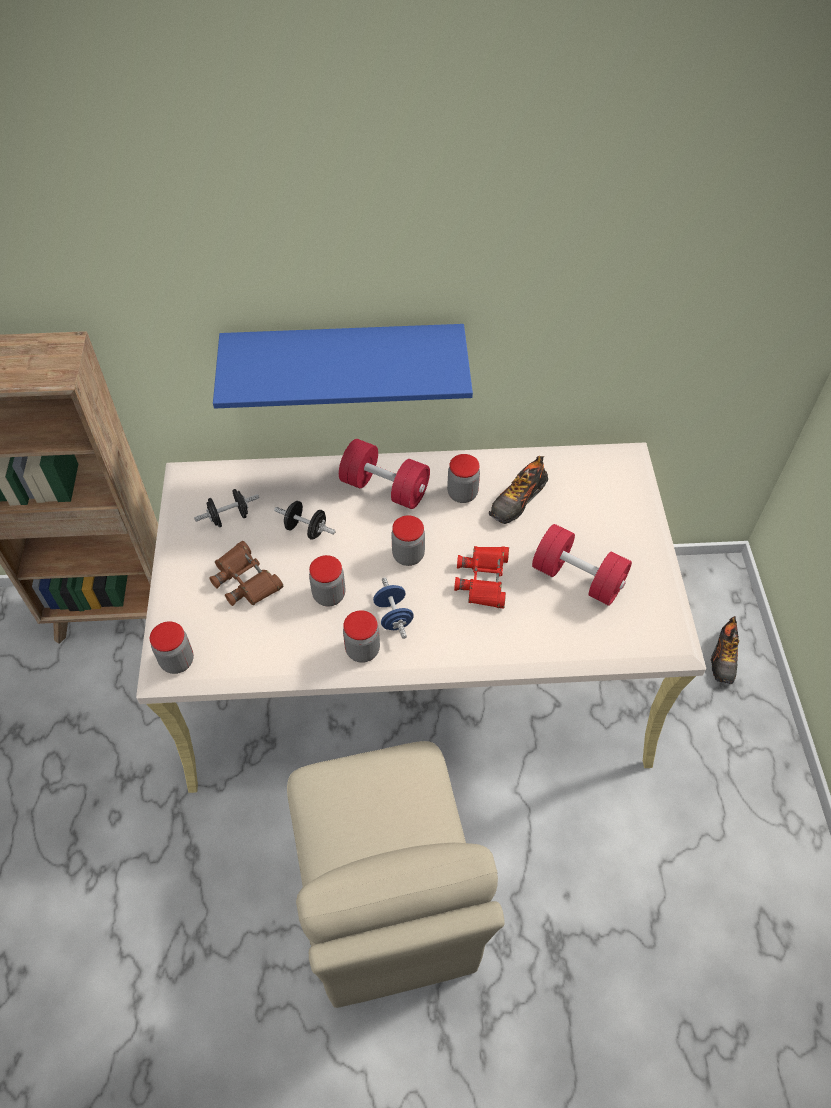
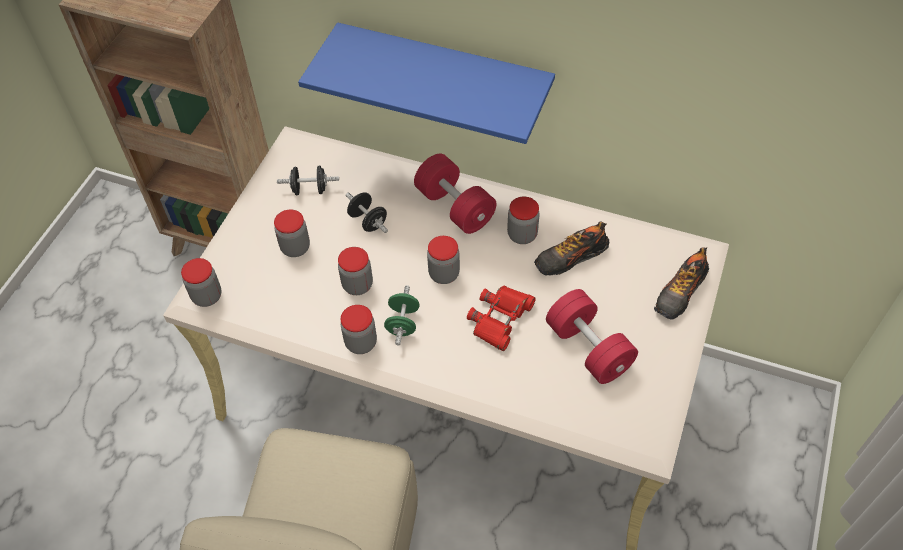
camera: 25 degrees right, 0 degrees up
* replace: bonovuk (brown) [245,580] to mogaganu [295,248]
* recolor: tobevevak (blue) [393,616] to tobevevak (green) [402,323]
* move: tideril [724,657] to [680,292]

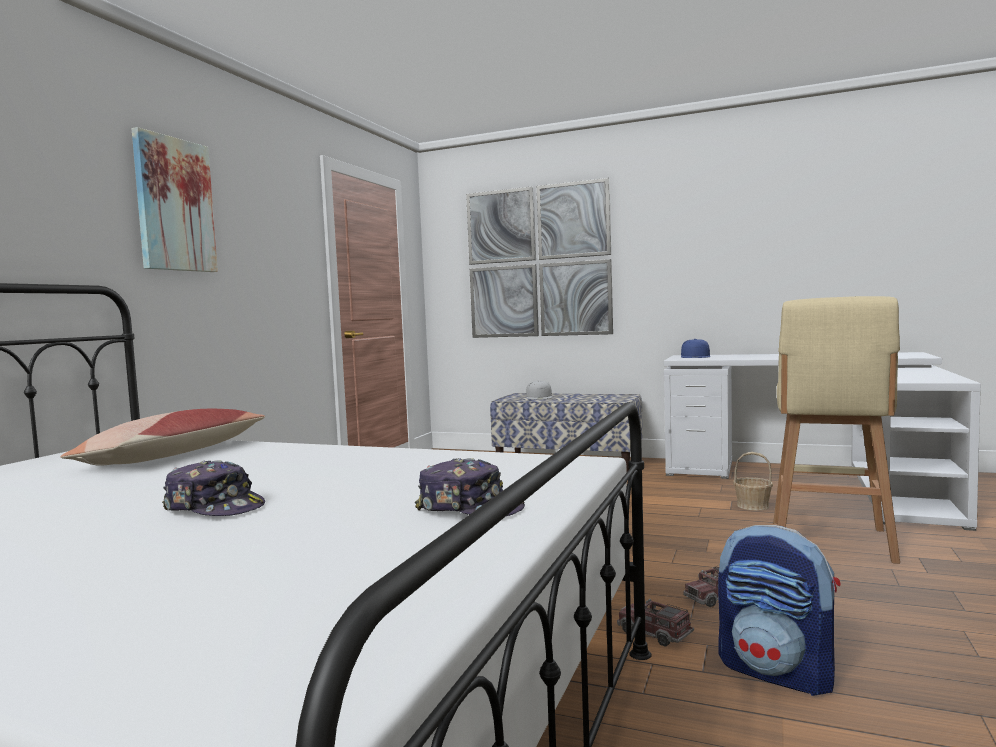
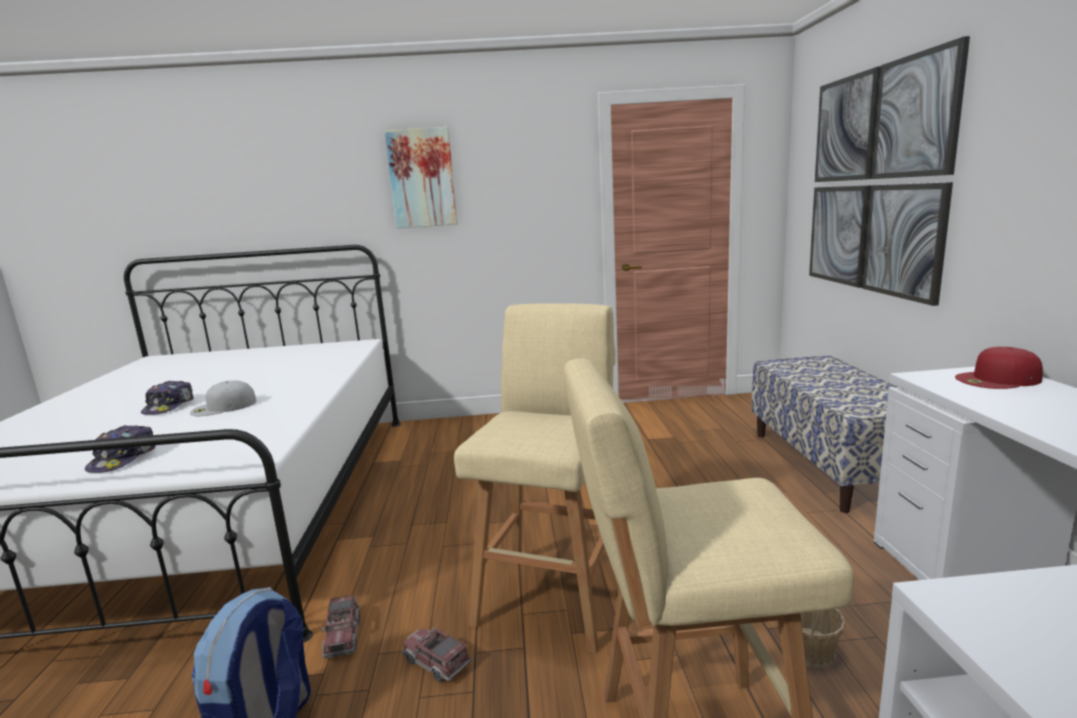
camera: 65 degrees right, 10 degrees up
* recolor: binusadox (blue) [695,356] to binusadox (red) [998,379]
* move: binusadox (white) [539,397] to [223,407]
* delete: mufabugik [172,455]
* rotate: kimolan [654,633] = [343,636] 150 degrees clockwise
* insert: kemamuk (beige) [553,595]

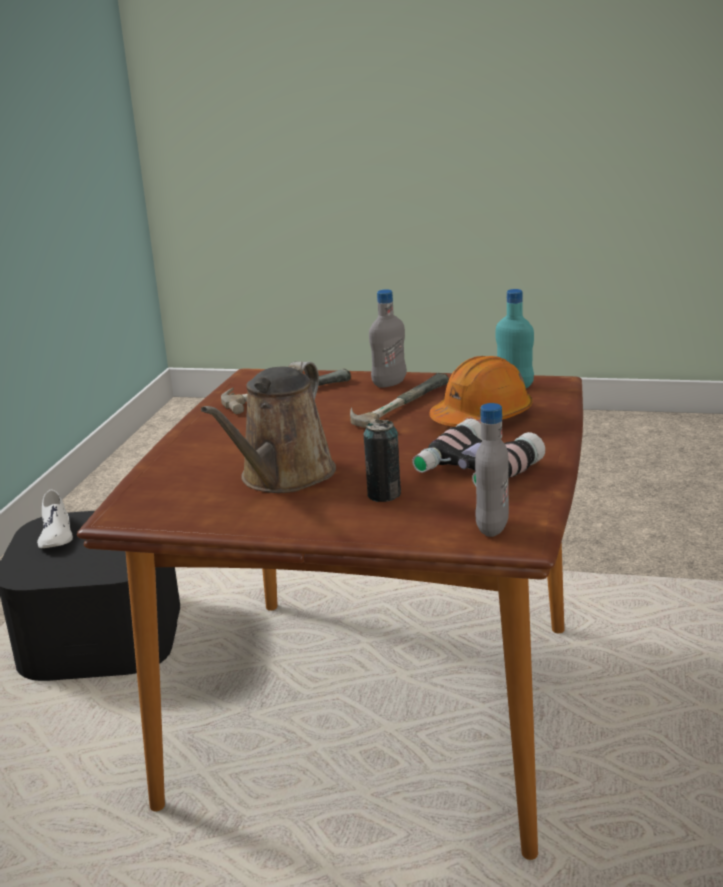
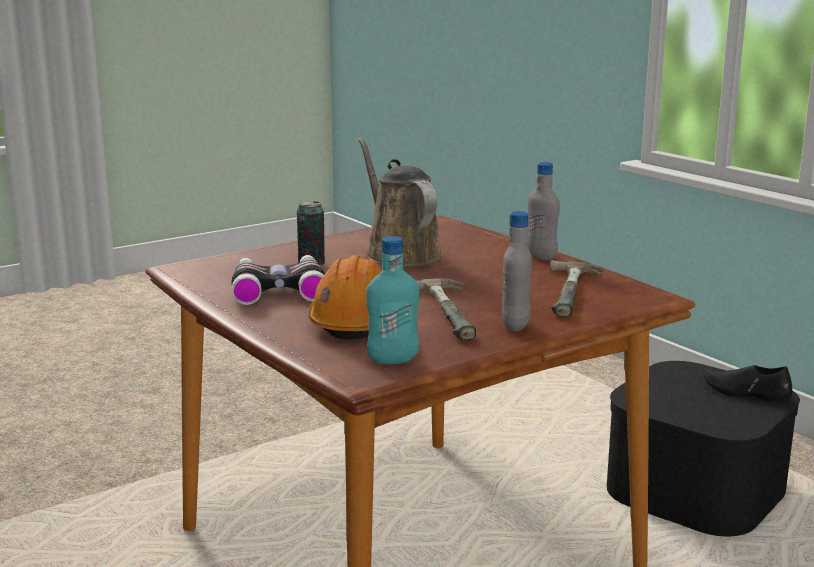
camera: 130 degrees right, 5 degrees down
* move: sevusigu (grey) [492,528] to [541,257]
* recolor: tideril (white) [56,534] to tideril (black) [746,392]

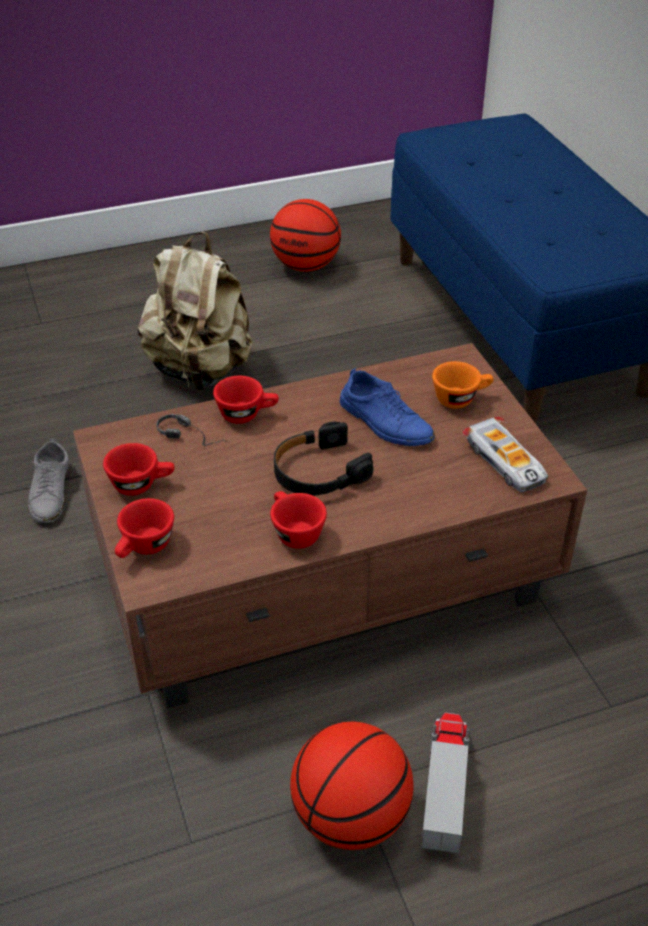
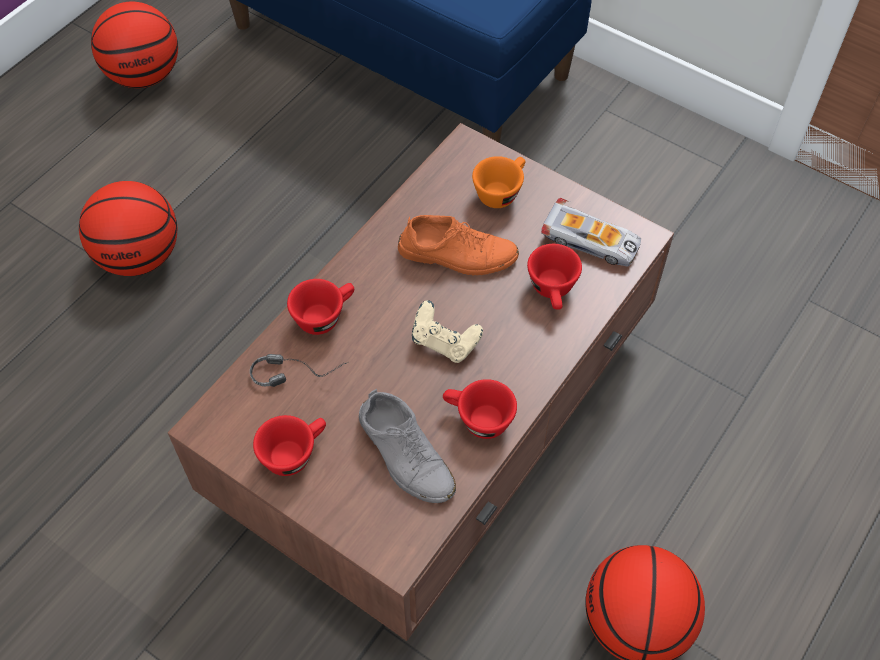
camera: 35 degrees left, 15 degrees up
* replace: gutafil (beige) [201,370] to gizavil [139,256]
* recolor: tideril (blue) [385,422] to tideril (orange) [457,254]
* replace: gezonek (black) [319,471] to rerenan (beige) [445,342]
* move: tideril (grey) [51,492] to [405,454]
* move: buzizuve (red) [144,548] to [553,291]
* delete: kimolan [445,787]

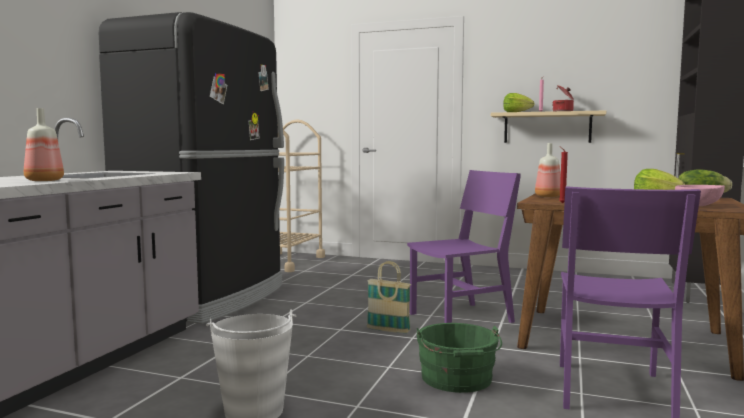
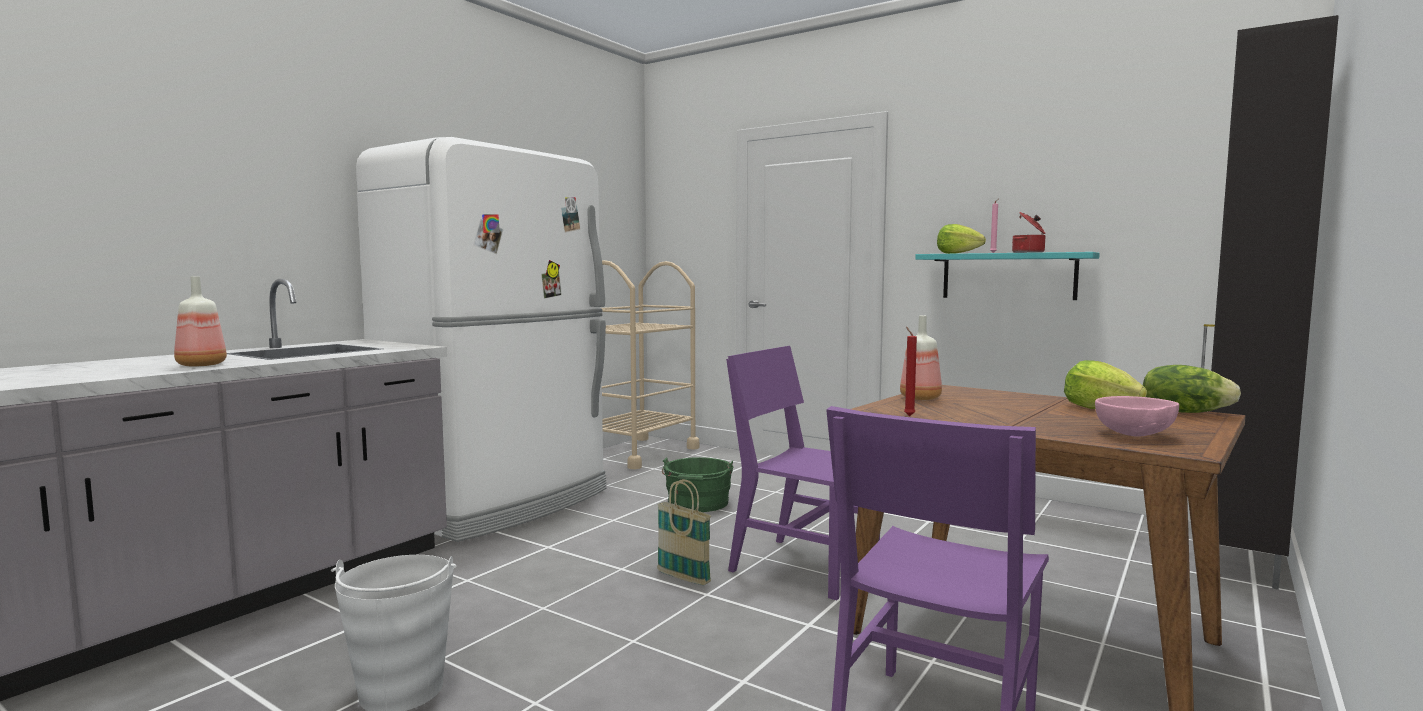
camera: 15 degrees right, 0 degrees up
* recolor: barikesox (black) [209,298] to barikesox (white) [500,503]
* recolor: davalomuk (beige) [547,127] to davalomuk (turquoise) [1008,276]
* rotate: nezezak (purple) [461,318] = [804,567] 135 degrees counterclockwise
* move: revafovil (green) [457,379] to [697,504]

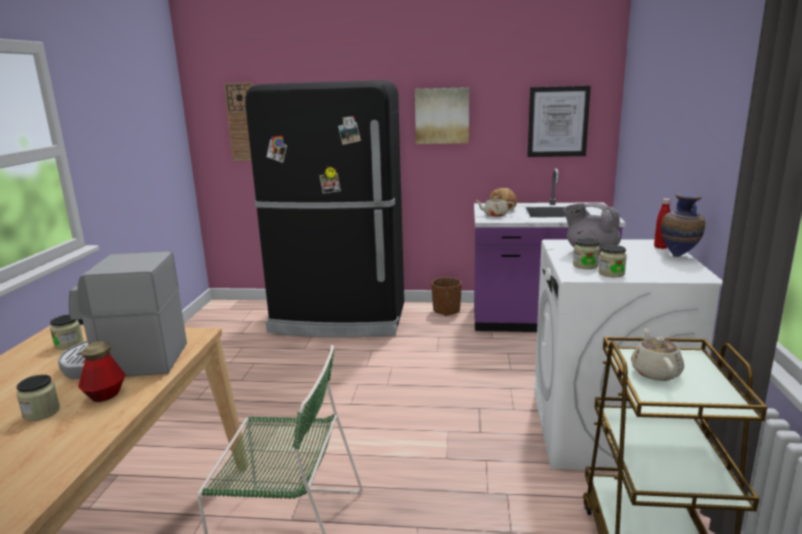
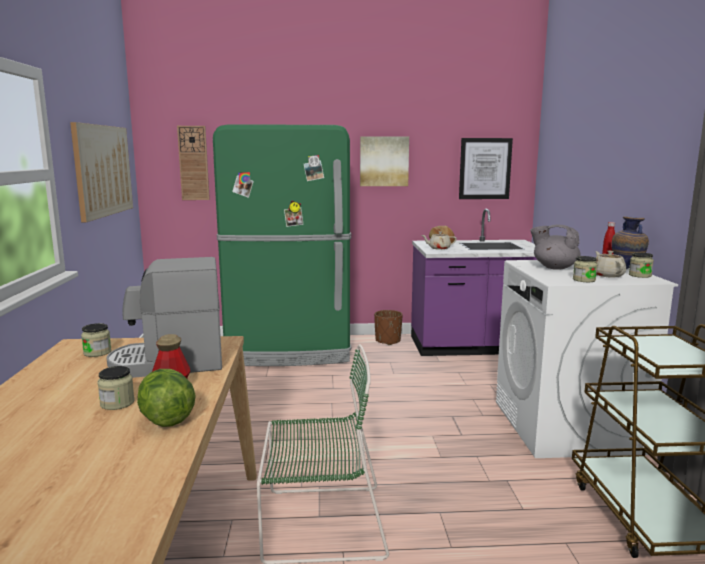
camera: 10 degrees left, 5 degrees down
* recolor: barikesox (black) [339,318] to barikesox (green) [289,350]
* move: mogaganu [585,265] to [640,275]
* move: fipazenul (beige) [655,372] to [607,275]
* insert: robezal [103,170]
* insert: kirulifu [166,419]

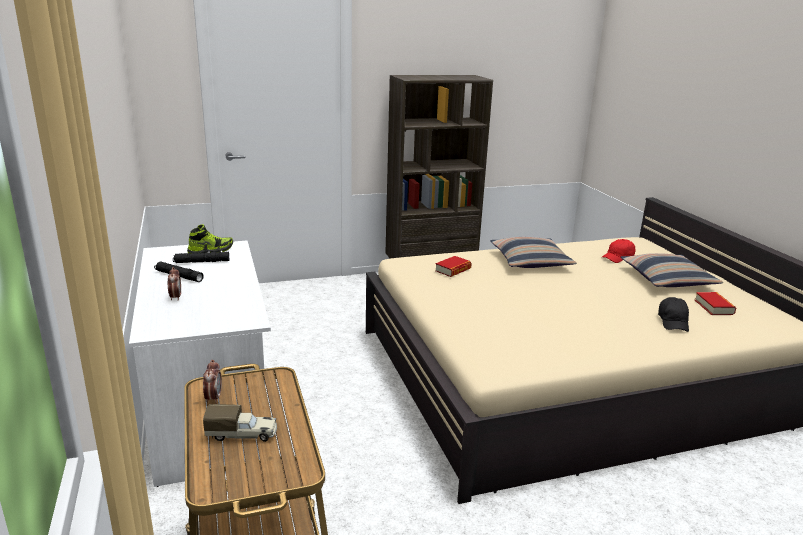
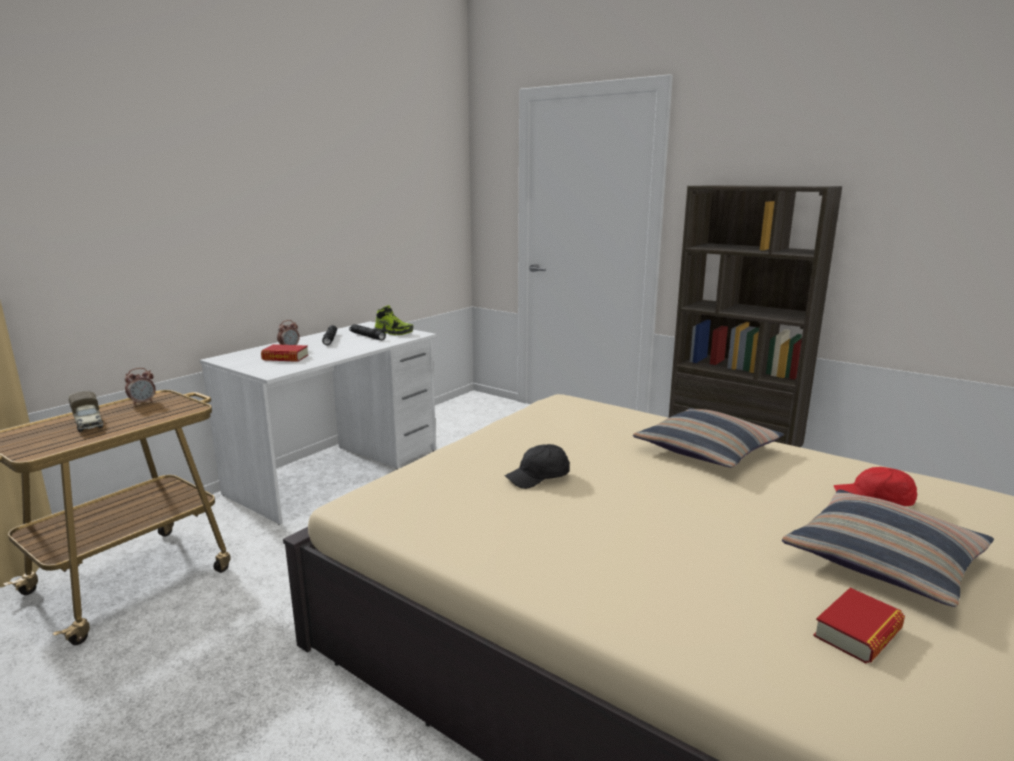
camera: 55 degrees right, 5 degrees down
* move: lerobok [453,270] to [285,357]
* move: binusadox (black) [673,322] to [539,477]

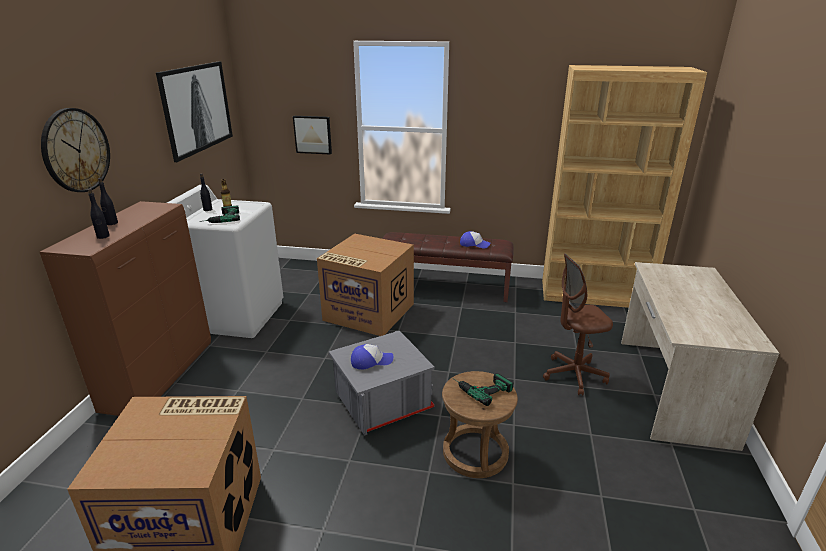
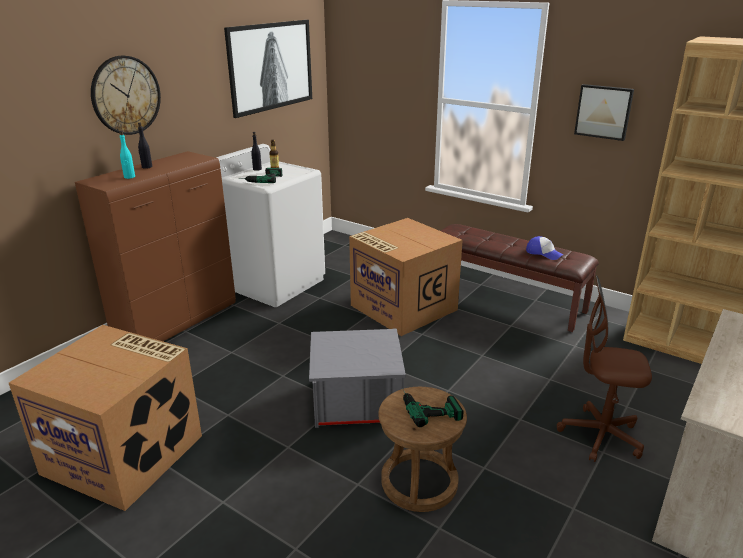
camera: 25 degrees right, 0 degrees up
* move: robezal [313,134] to [604,111]
* recolor: sevusigu (black) [103,236] to sevusigu (turquoise) [129,177]
* delete: binusadox [371,361]

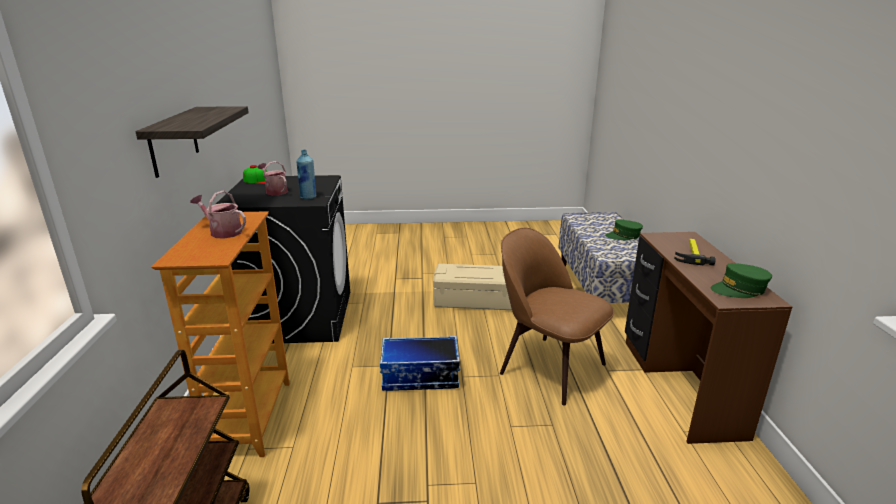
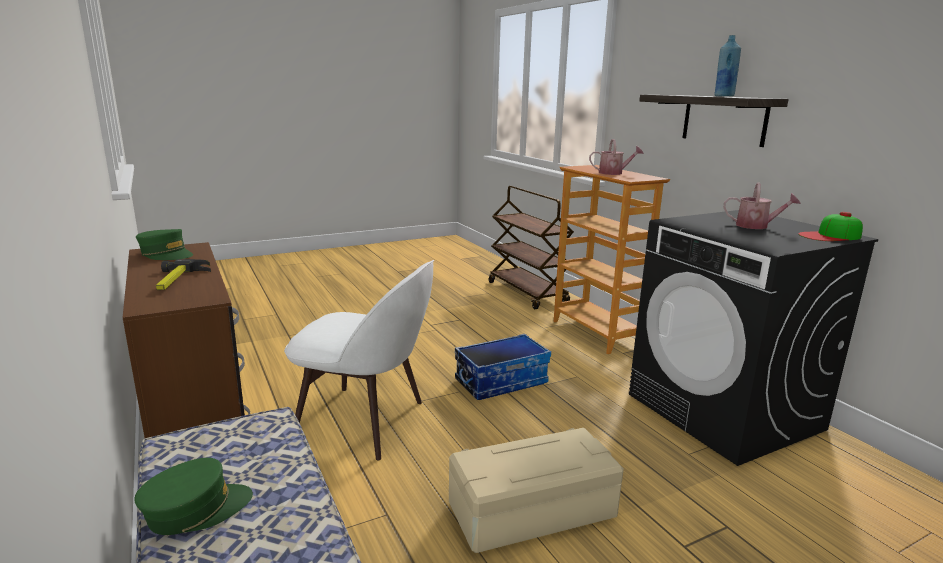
camera: 155 degrees right, 5 degrees down
* move: sevusigu (blue) [308,197] to [723,96]
* recolor: nezezak (brown) [548,366] to nezezak (white) [365,422]
* rotate: binusadox (green) [739,289] = [166,254] 60 degrees clockwise

